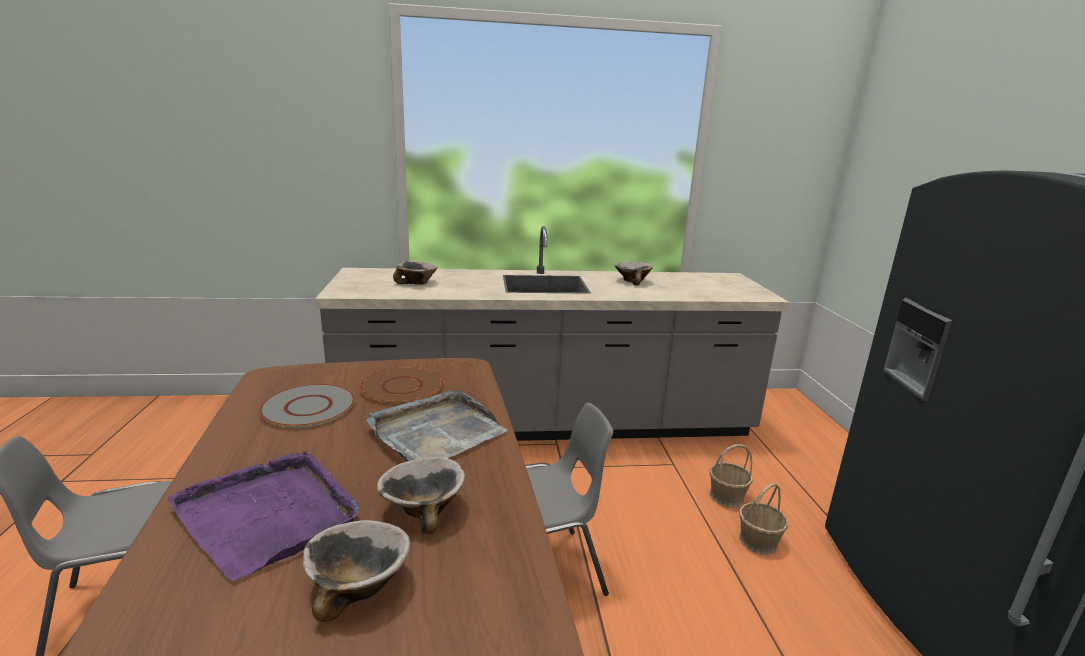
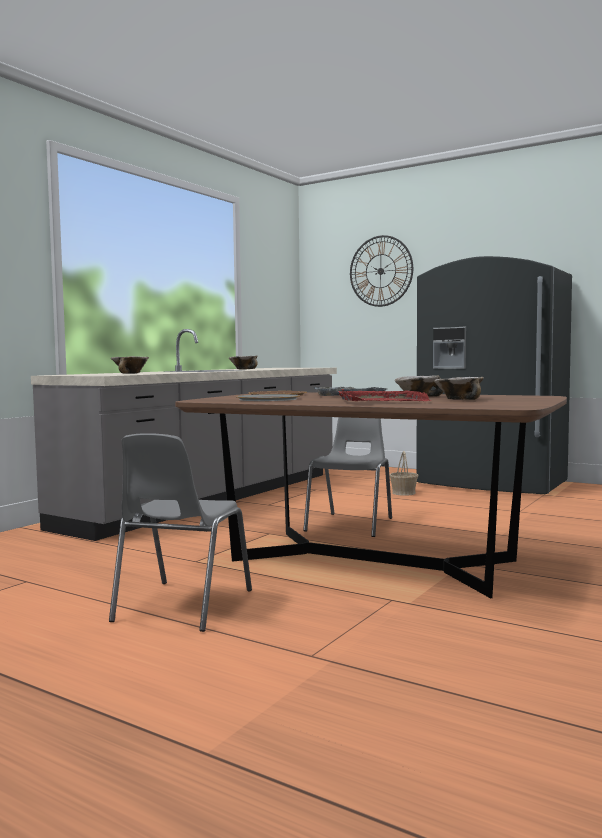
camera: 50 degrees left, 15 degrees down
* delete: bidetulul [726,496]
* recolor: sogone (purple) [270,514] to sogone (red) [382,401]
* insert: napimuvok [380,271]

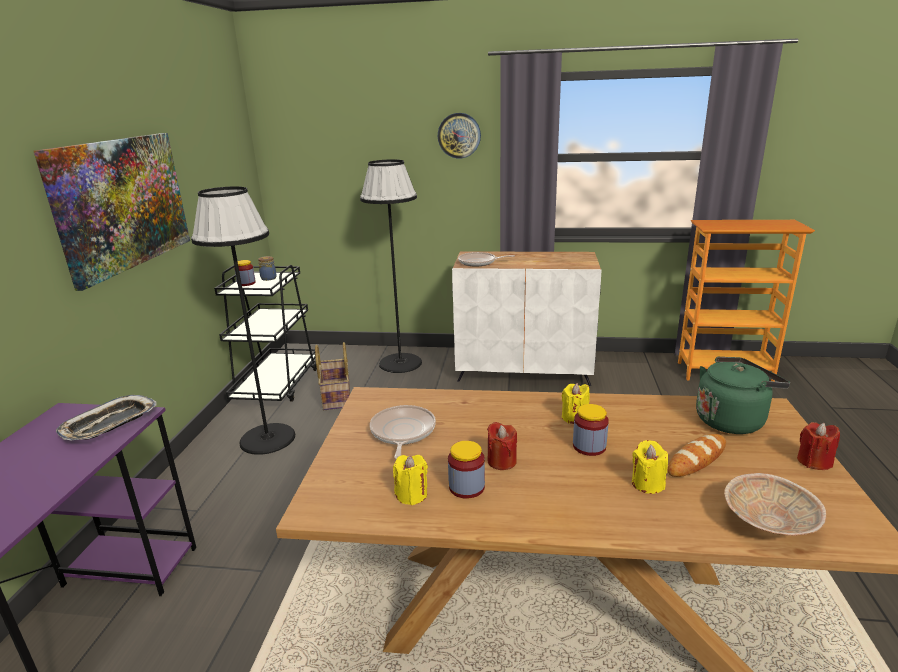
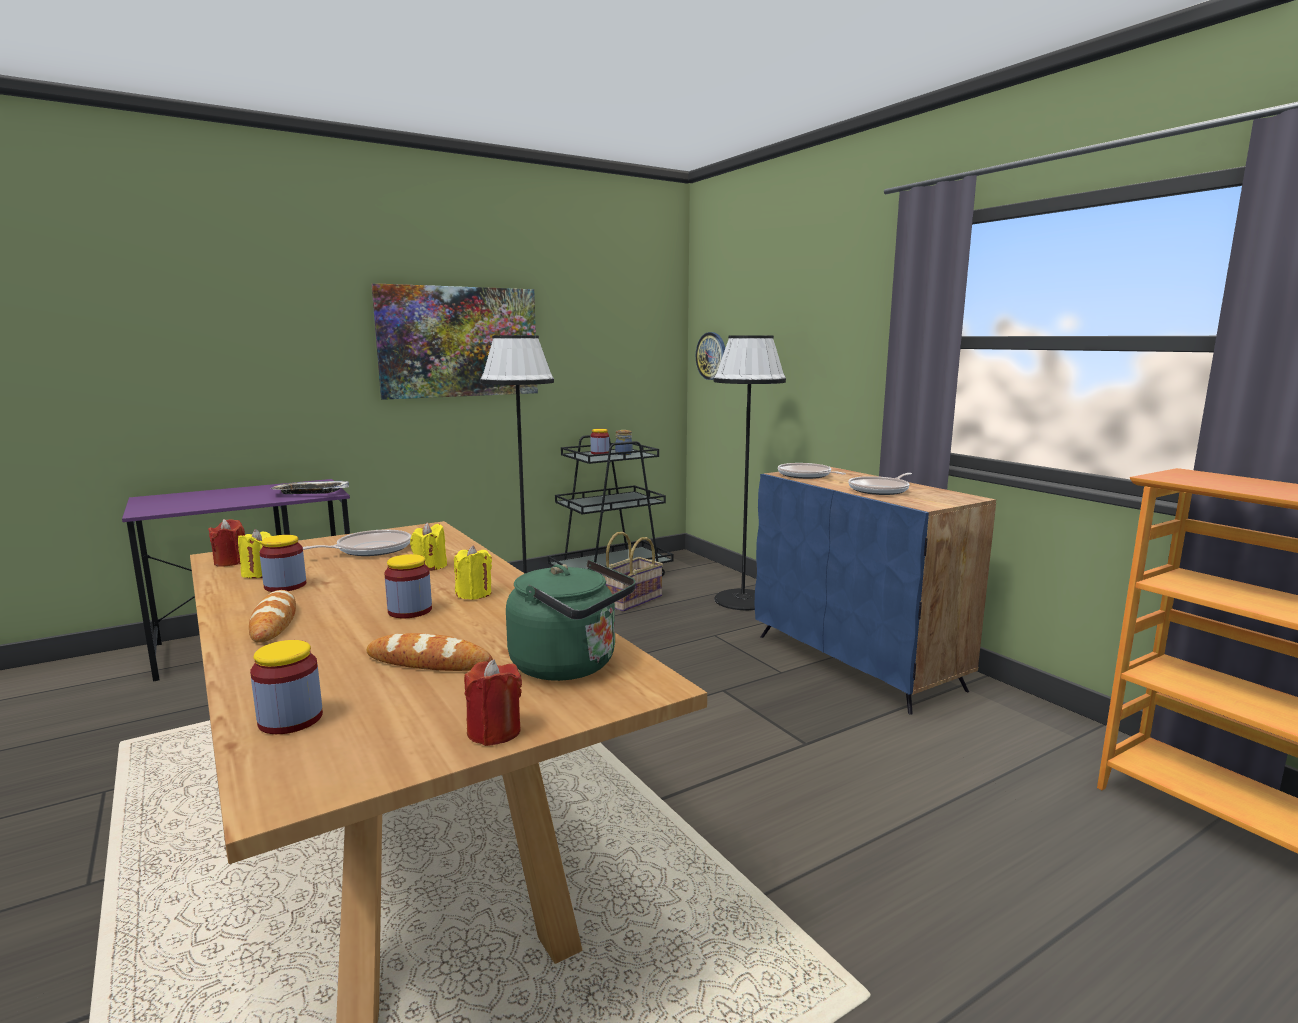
camera: 50 degrees right, 10 degrees down
* move: napimuvok [459,135] to [711,356]
* recolor: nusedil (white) [524,371] to nusedil (blue) [857,662]
* move: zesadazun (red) [501,461] to [231,562]
* move: zesadazun (yellow) [647,484] to [430,567]
* replace: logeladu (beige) [768,523] to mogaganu [290,719]
* insert: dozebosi [880,490]
* insert: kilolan [274,622]

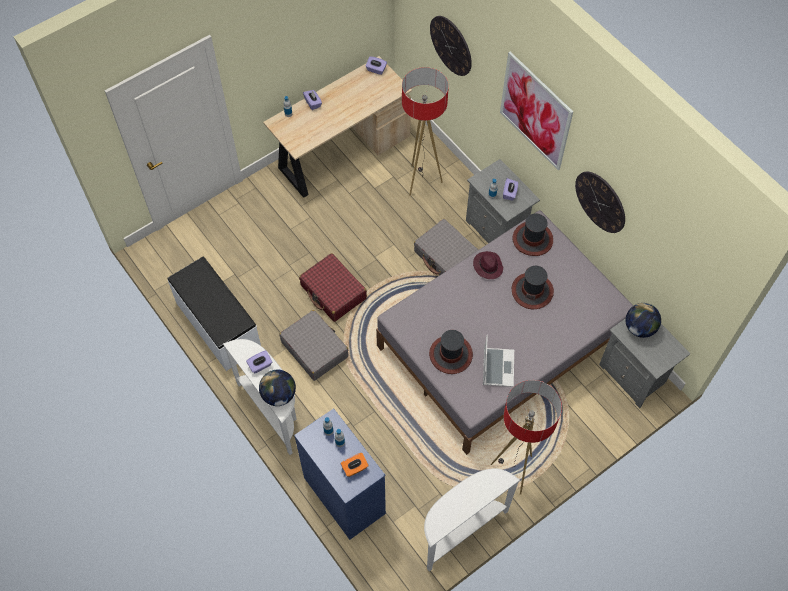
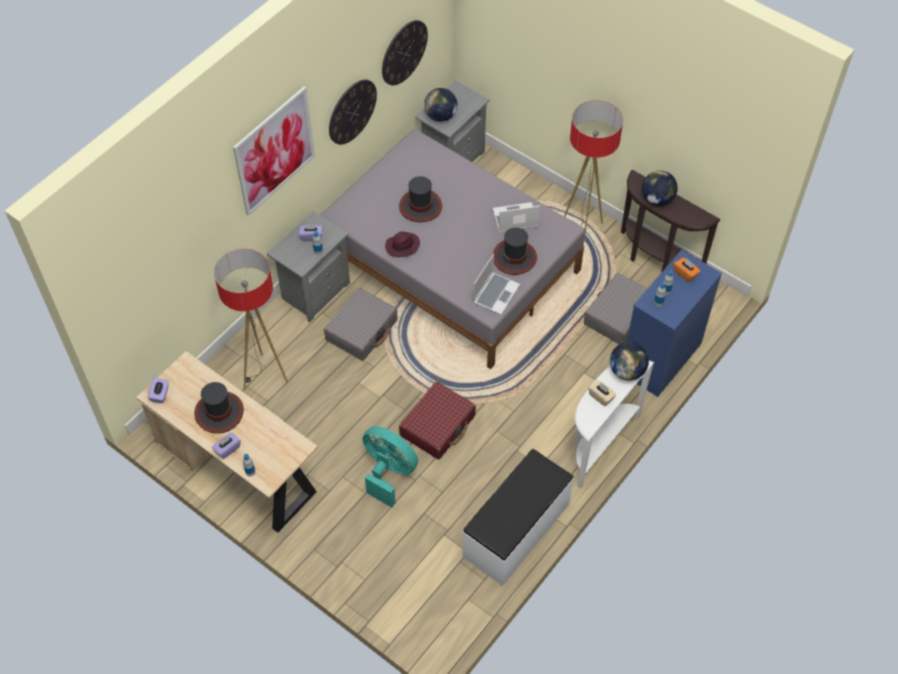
camera: 105 degrees left, 5 degrees down
* move: napimuvok [451,45] to [404,52]
* move: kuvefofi [532,239] to [219,412]
* move: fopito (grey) [314,349] to [618,315]
* recolor: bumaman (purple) [260,365] to bumaman (beige) [601,397]
* recolor: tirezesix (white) [460,530] to tirezesix (brown) [655,261]
* insert: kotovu [657,199]
* insert: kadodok [496,293]
* insert: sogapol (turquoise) [388,472]

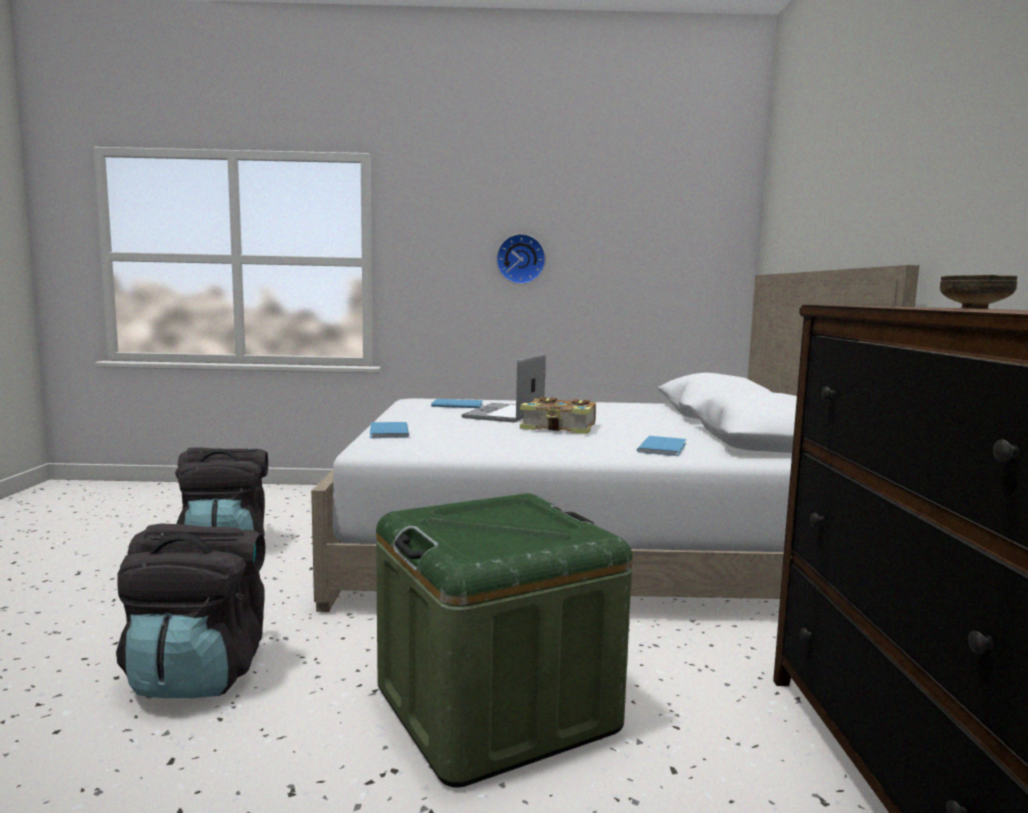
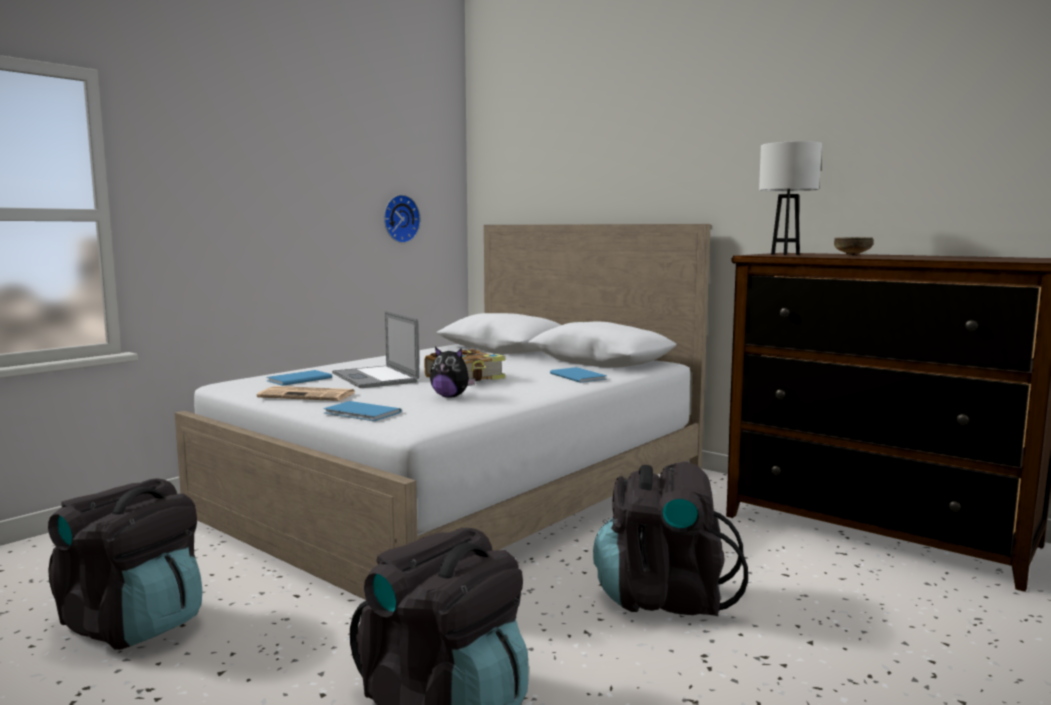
camera: 50 degrees left, 0 degrees up
* move: napimuvok [520,259] to [399,219]
* replace: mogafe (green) [495,707] to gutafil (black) [664,598]
* insert: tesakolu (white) [785,254]
* insert: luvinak [451,396]
* insert: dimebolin [309,395]

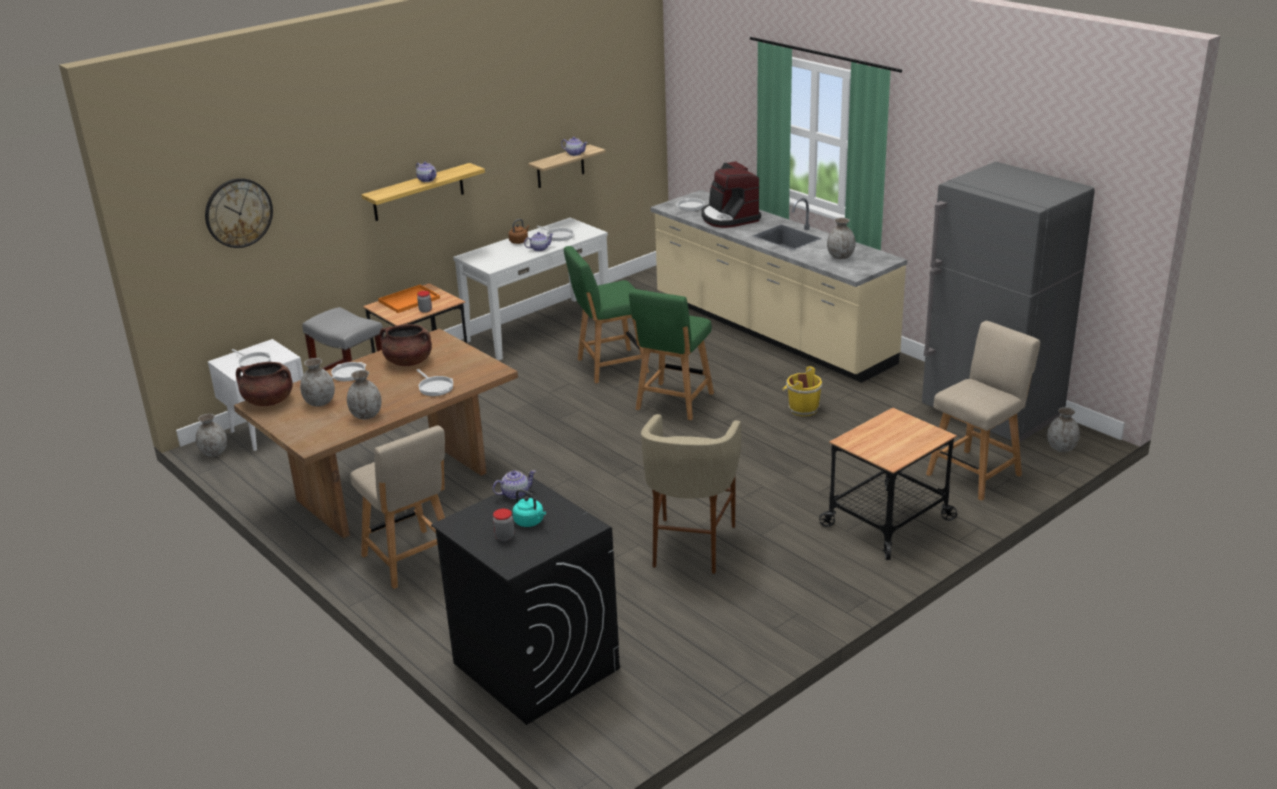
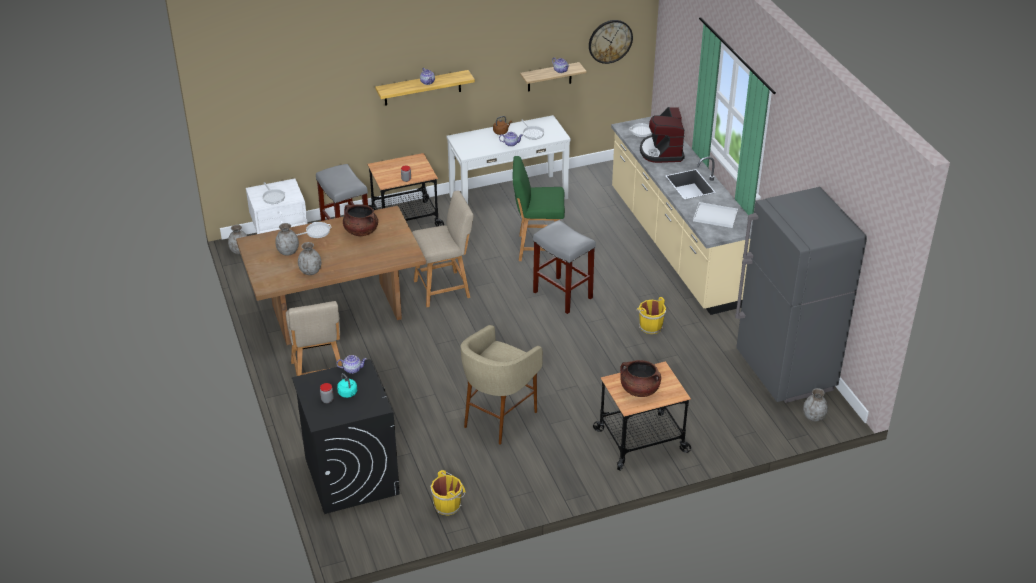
camera: 20 degrees right, 10 degrees up
* move: napimuvok [238,213] to [610,41]
* replace: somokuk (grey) [840,257] to sogone (white) [714,216]
* delete: sogone (orange) [408,300]
* replace: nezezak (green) [673,403] to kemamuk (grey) [562,295]
* move: nezezak (beige) [976,473] to [445,288]
* move: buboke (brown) [268,401] to [639,390]
* delete: dozebosi [435,387]
* insert: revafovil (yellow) [448,505]

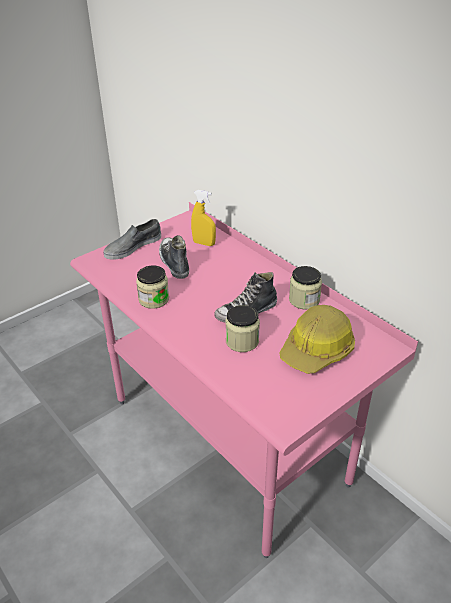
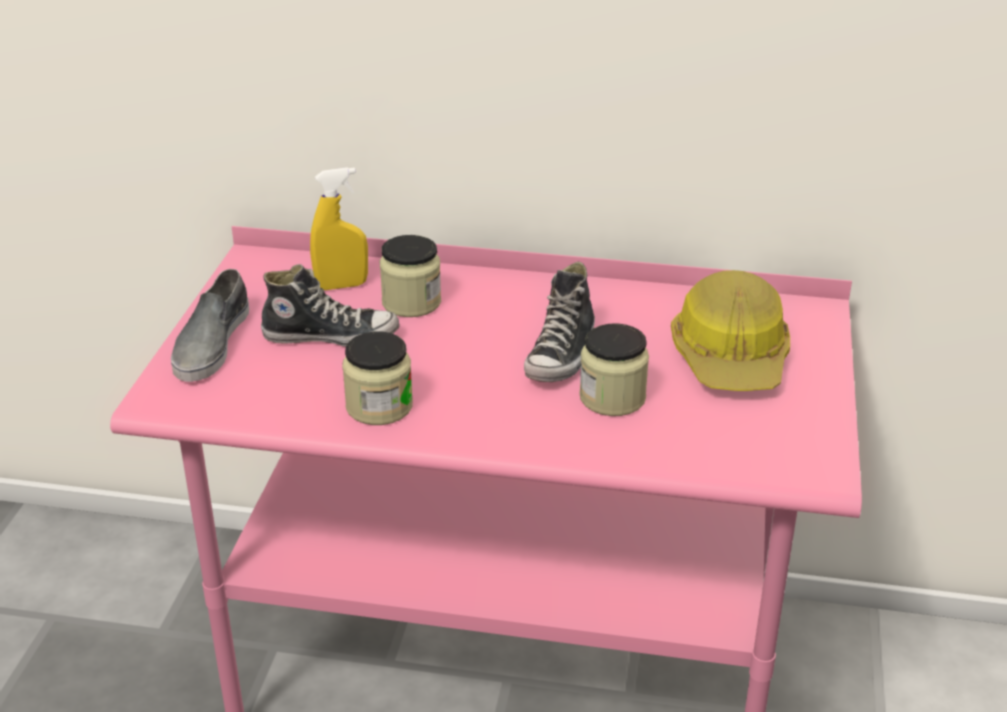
camera: 40 degrees left, 5 degrees down
* rotate: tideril [174,262] = [331,336] 150 degrees clockwise
* move: mogaganu [304,300] to [411,302]

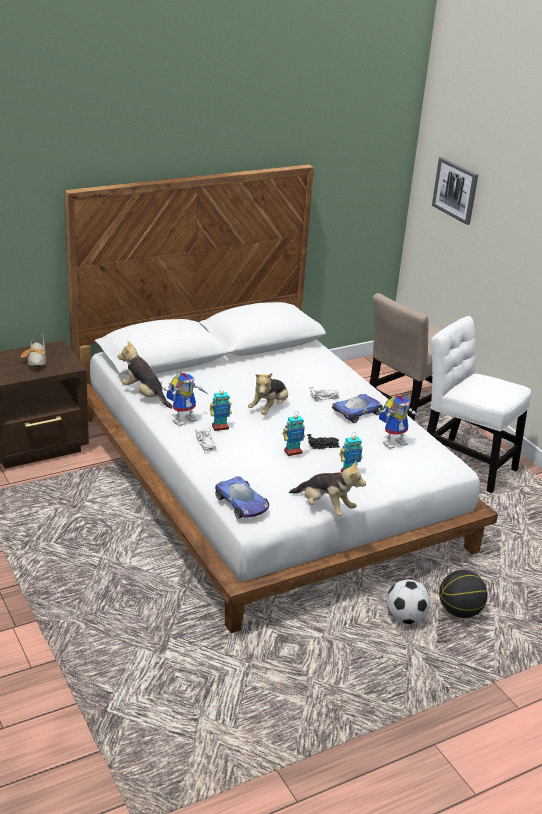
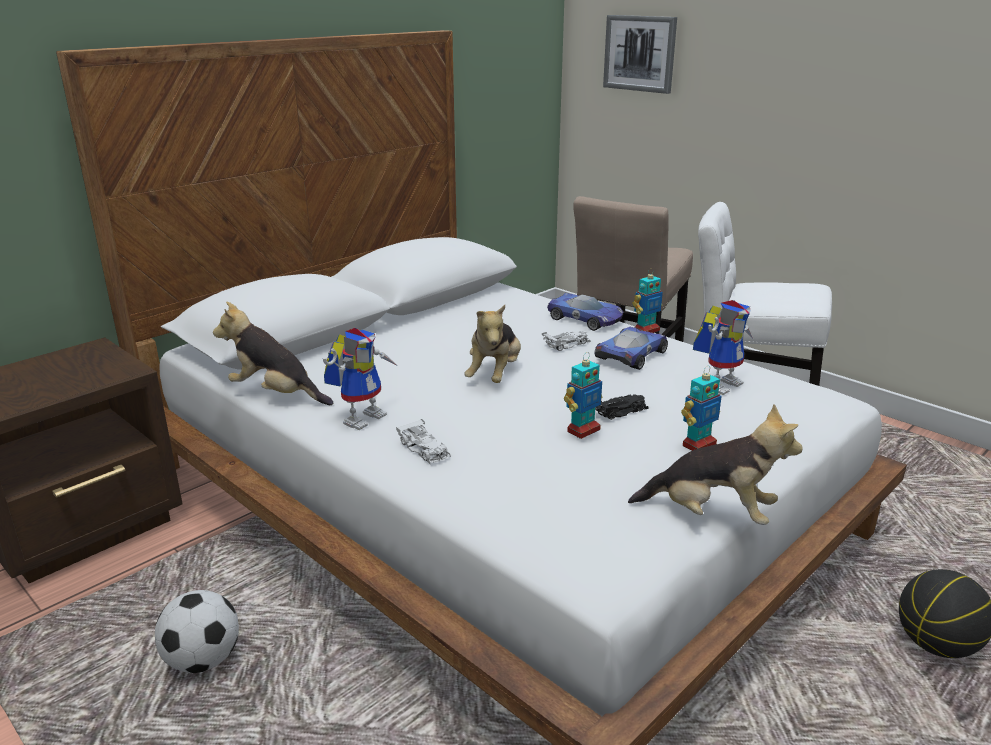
camera: 15 degrees left, 5 degrees down
* delete: tideril [37,360]
* move: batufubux [220,427] to [646,331]
* move: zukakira [242,504] to [586,319]
* move: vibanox [405,618] to [203,660]

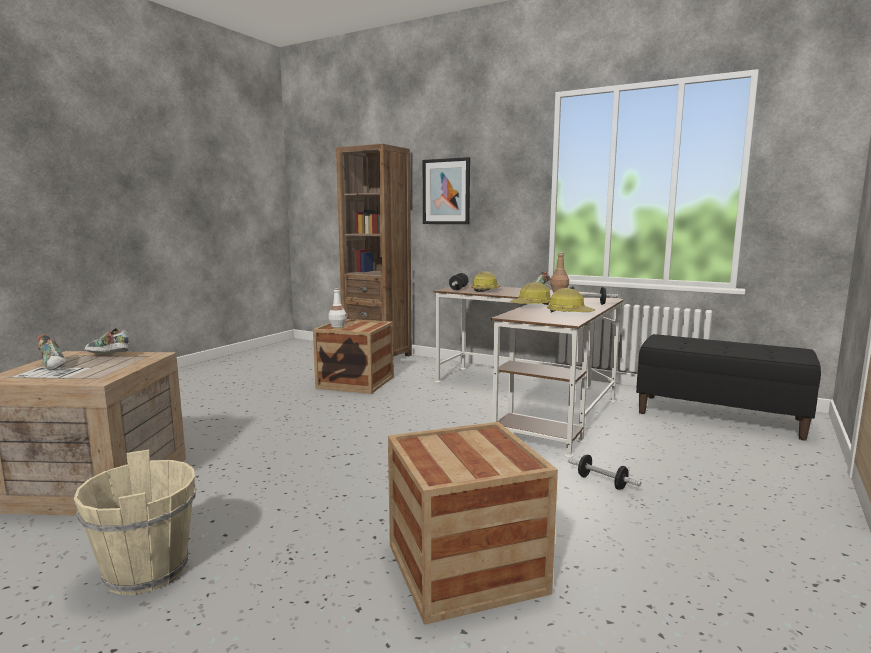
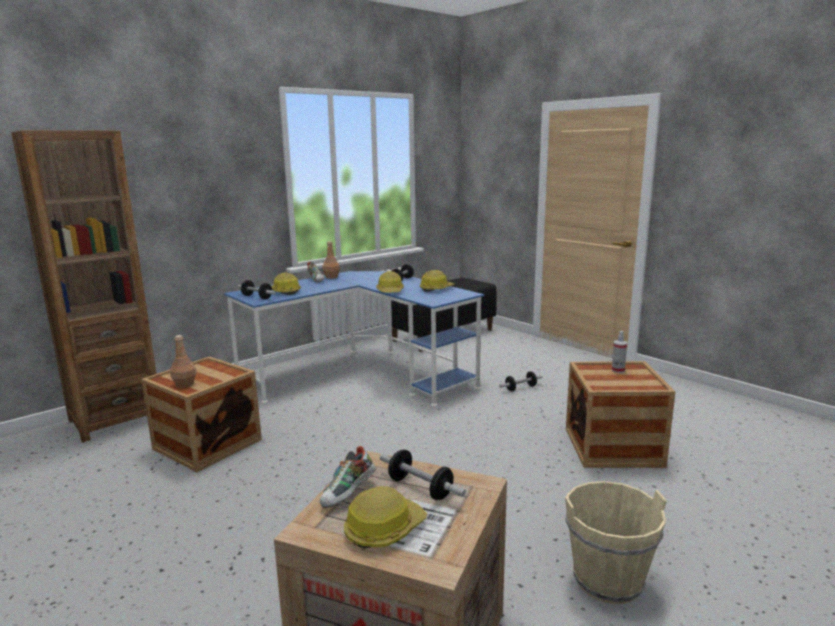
camera: 70 degrees left, 5 degrees up
* delete: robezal [446,191]
* recolor: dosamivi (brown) [532,400] to dosamivi (blue) [361,375]
* recolor: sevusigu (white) [337,326] to sevusigu (brown) [184,384]
* replace: tideril [55,366] to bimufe [384,529]
* insert: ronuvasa [618,370]
* insert: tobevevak [420,488]

